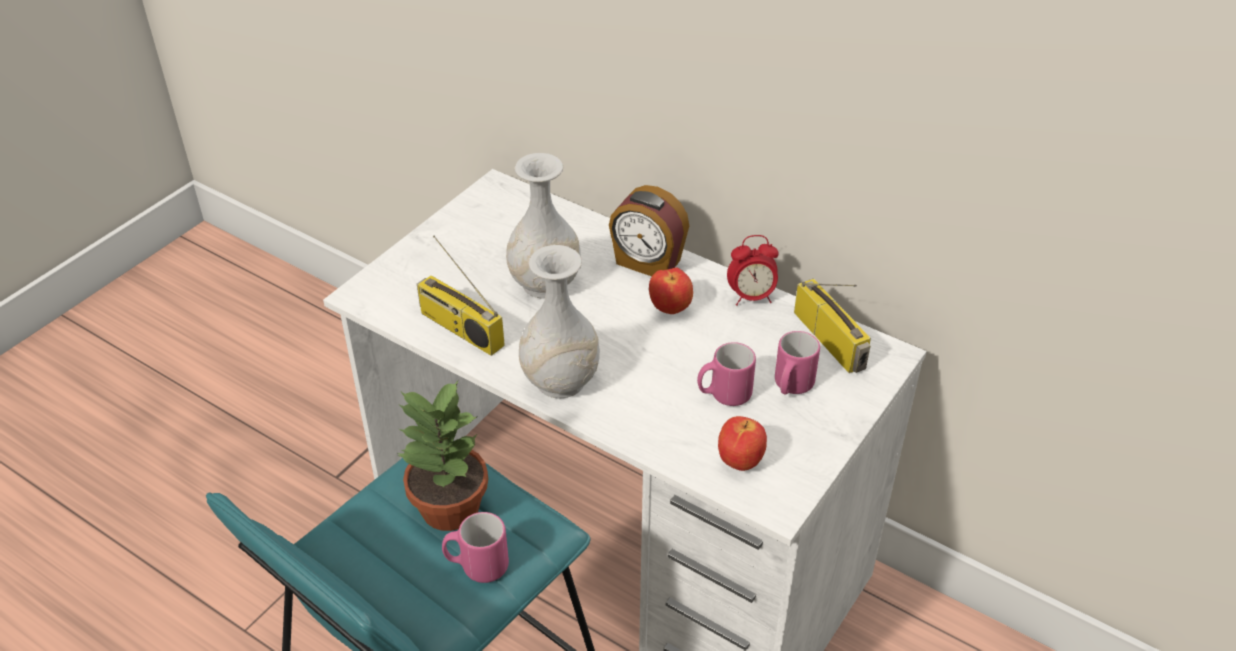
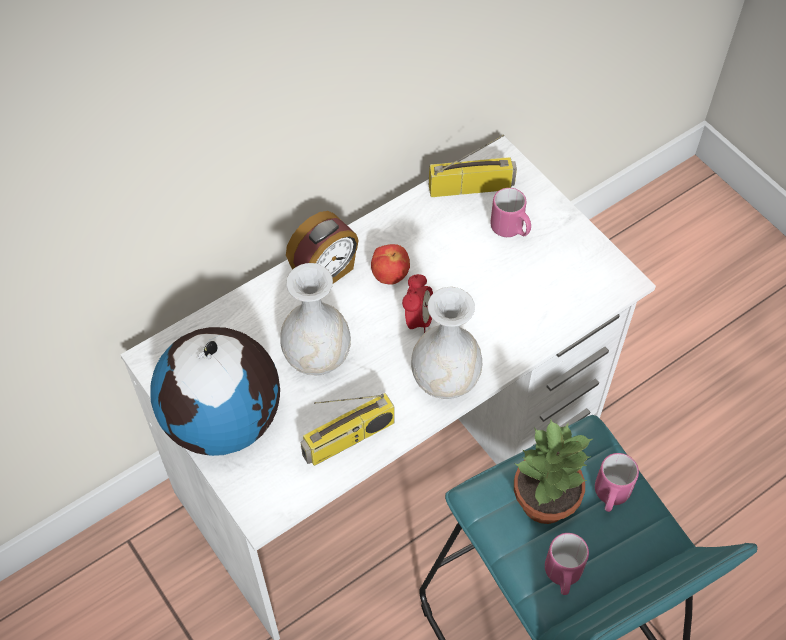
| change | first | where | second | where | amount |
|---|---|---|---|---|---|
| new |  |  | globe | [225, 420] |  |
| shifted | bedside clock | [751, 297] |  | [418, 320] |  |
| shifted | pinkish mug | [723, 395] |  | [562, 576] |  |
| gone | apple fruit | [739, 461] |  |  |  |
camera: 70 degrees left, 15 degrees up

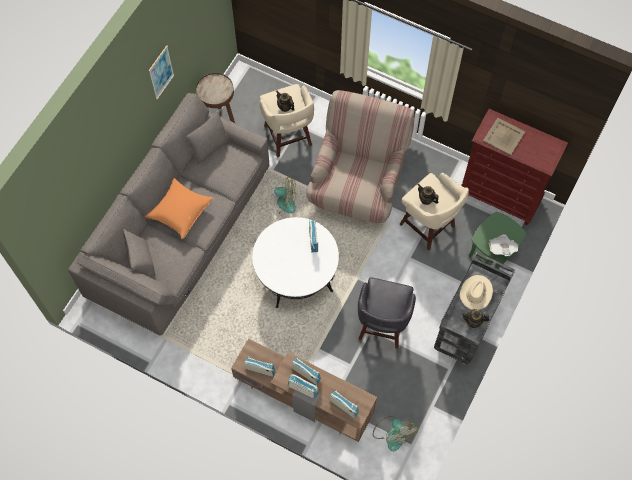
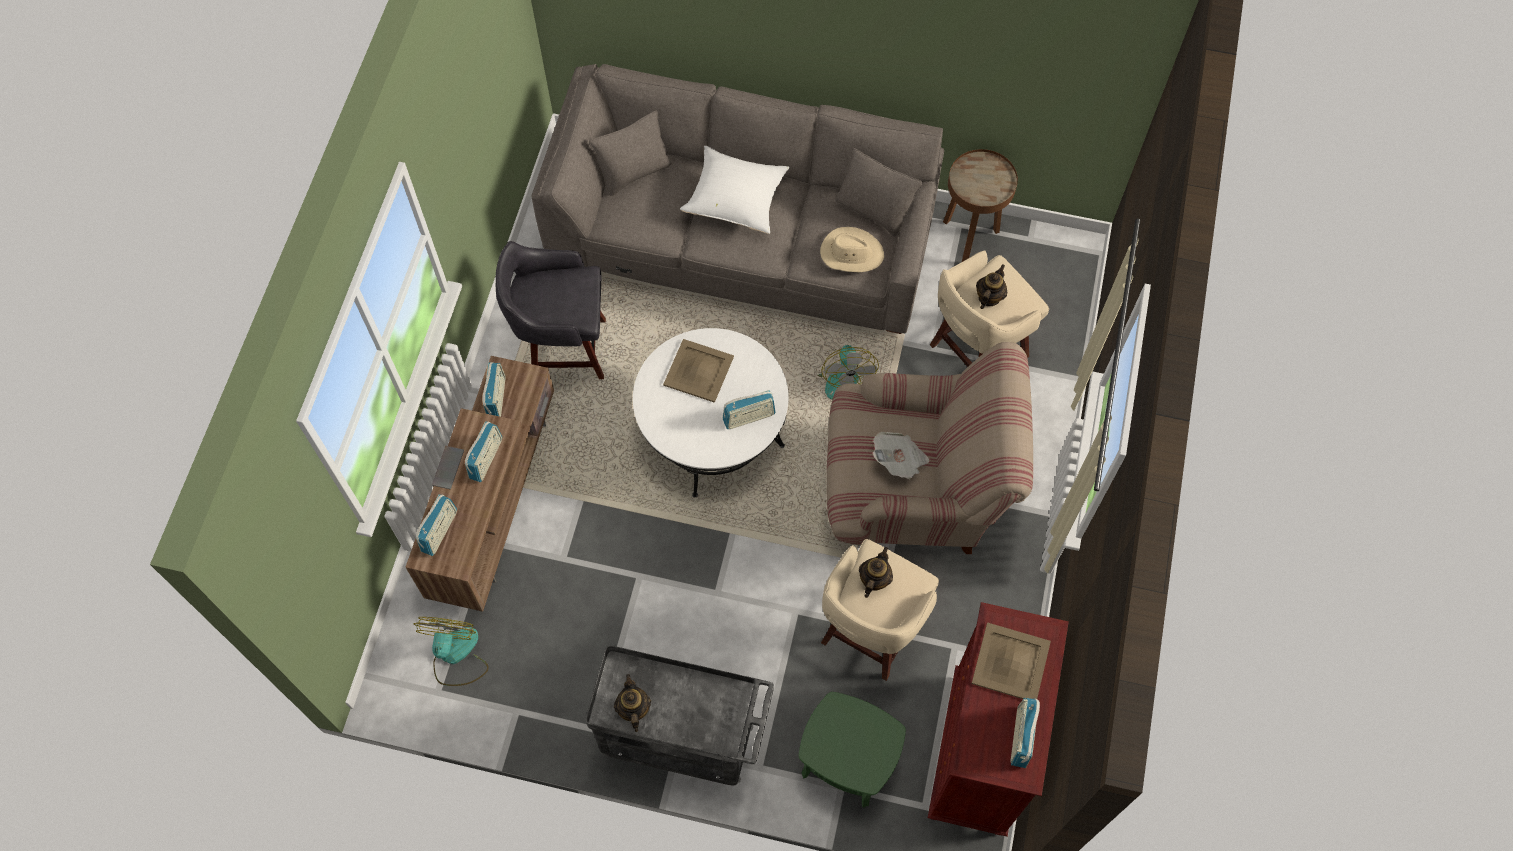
| change | first | where | second | where | amount |
|---|---|---|---|---|---|
| rotated | cooling fan | [393, 433] |  | [455, 655] | 135 degrees clockwise |
| shifted | greyish stool | [381, 327] |  | [564, 348] |  |
| new |  |  | beige-coloured serving tray | [698, 371] |  |
| repainted | orange cushion | [180, 212] | whitish cushion | [736, 199] |  |
| shifted | beige-coloured wearable hat | [476, 293] |  | [851, 253] |  |
| shifted | newspaper | [502, 248] |  | [899, 461] |  |
| shifted | radio receiver | [303, 389] |  | [1021, 737] |  |
| gone | picture | [161, 72] |  |  |  |
camera: 75 degrees right, 0 degrees up

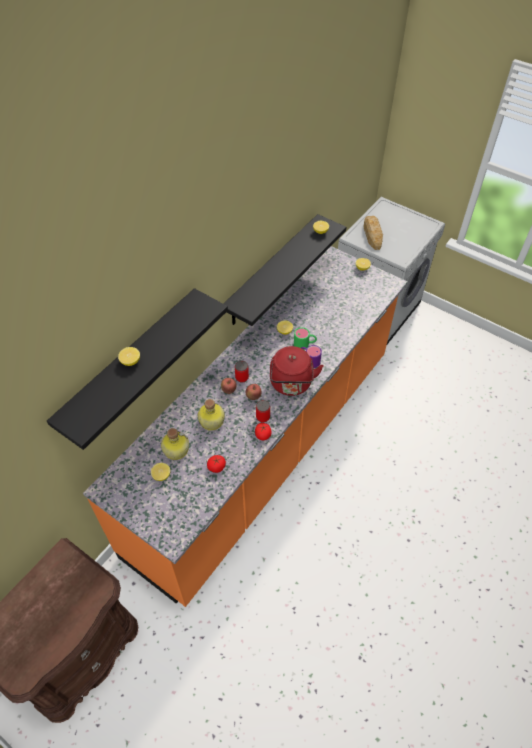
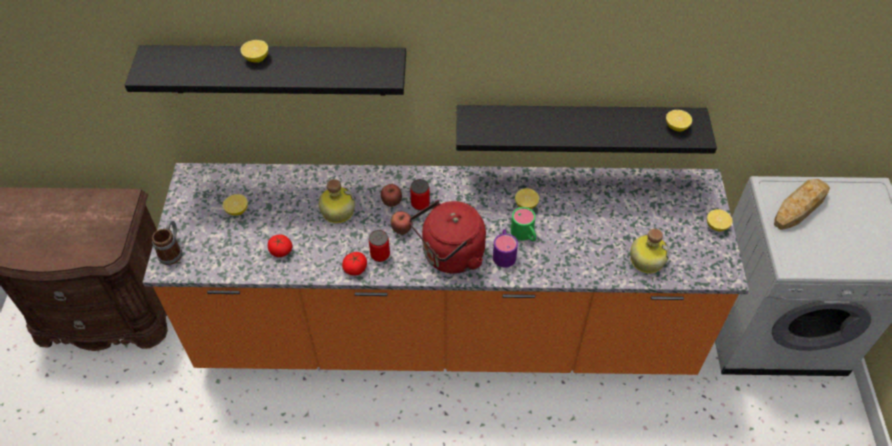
| change | first | where | second | where | amount |
|---|---|---|---|---|---|
| new |  |  | mug | [172, 251] |  |
| shifted | beverage bottle | [175, 450] |  | [645, 260] |  |
camera: 55 degrees right, 0 degrees up

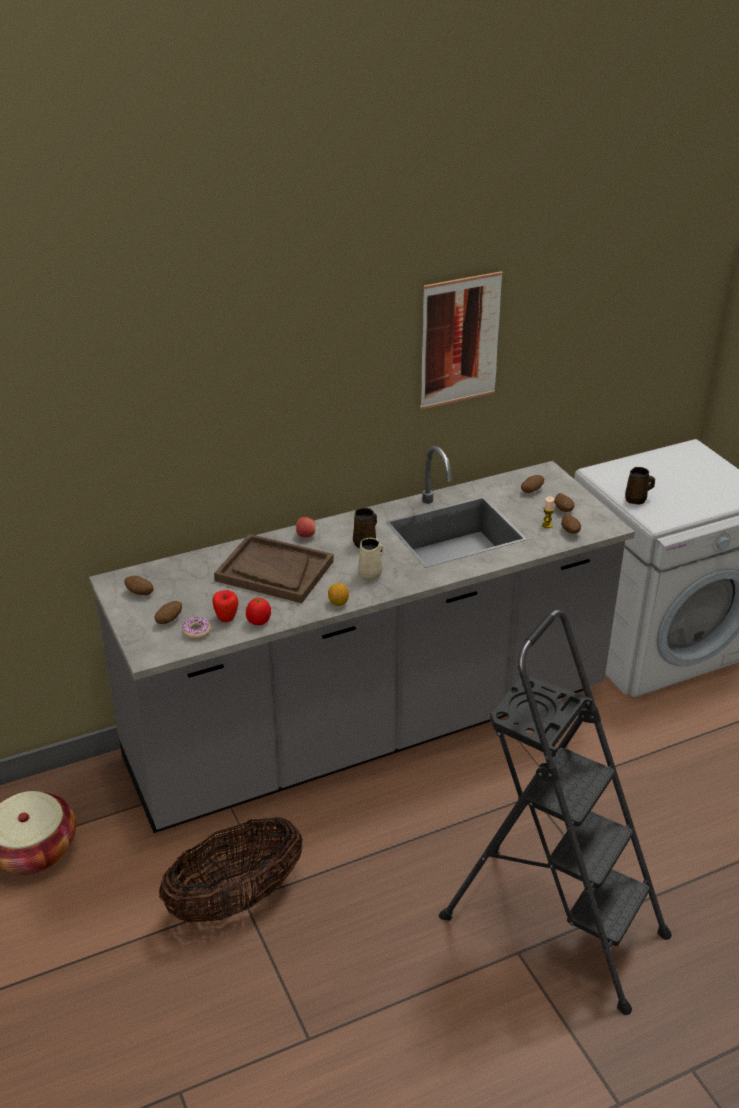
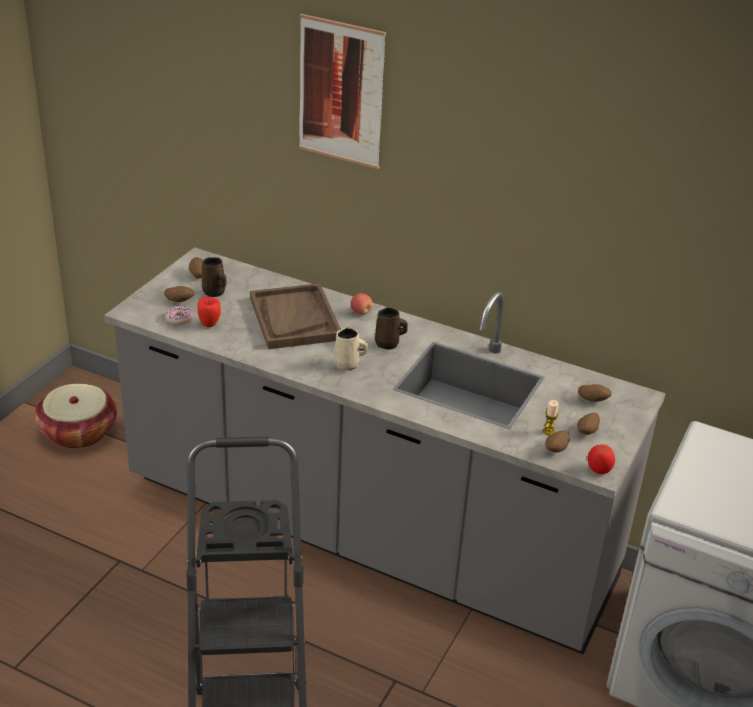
| change | first | where | second | where | amount |
|---|---|---|---|---|---|
| shifted | brown mug | [636, 500] |  | [214, 292] |  |
| shifted | picture | [460, 341] |  | [341, 92] |  |
| shifted | fresh tomato | [259, 622] |  | [598, 470] |  |
| gone | storage basket | [236, 900] |  |  |  |
| gone | lemon | [338, 603] |  |  |  |
camera: 50 degrees right, 0 degrees up

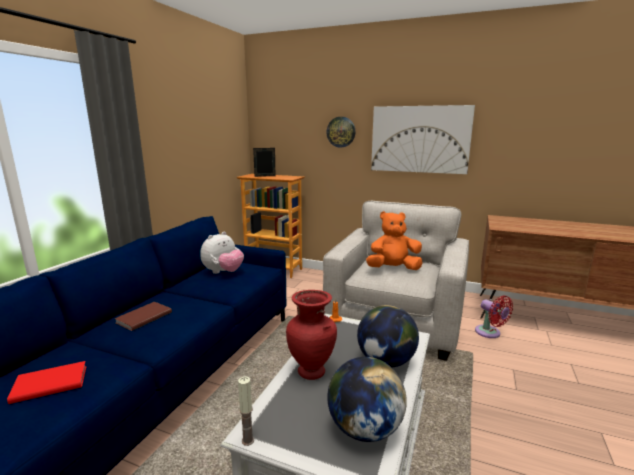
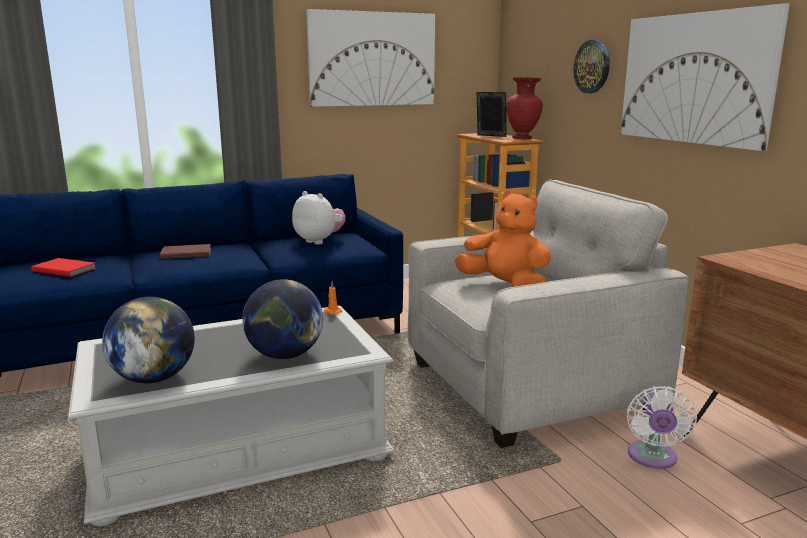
| change | first | where | second | where | amount |
|---|---|---|---|---|---|
| rotated | plush toy | [223, 272] |  | [319, 241] | 135 degrees counterclockwise |
| new |  |  | picture | [372, 59] |  |
| shifted | red flower vase | [312, 371] |  | [522, 139] |  |
| repainted | red cooling fan | [490, 333] | whitish cooling fan | [652, 458] |  |
| gone | wax light | [248, 440] |  |  |  |
camera: 45 degrees right, 0 degrees up

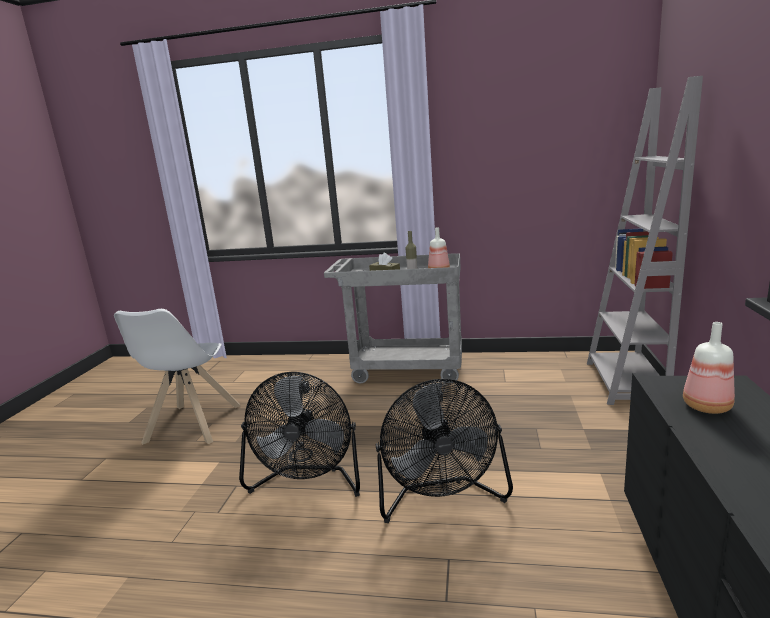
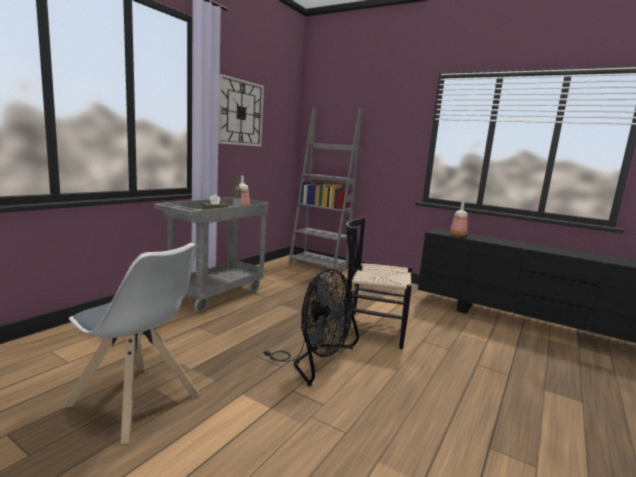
| change | first | where | second | where | amount |
|---|---|---|---|---|---|
| new |  |  | wall clock | [240, 113] |  |
| swapped | black cooling fan | [435, 496] | black chair | [371, 329] |  |
camera: 70 degrees left, 5 degrees down

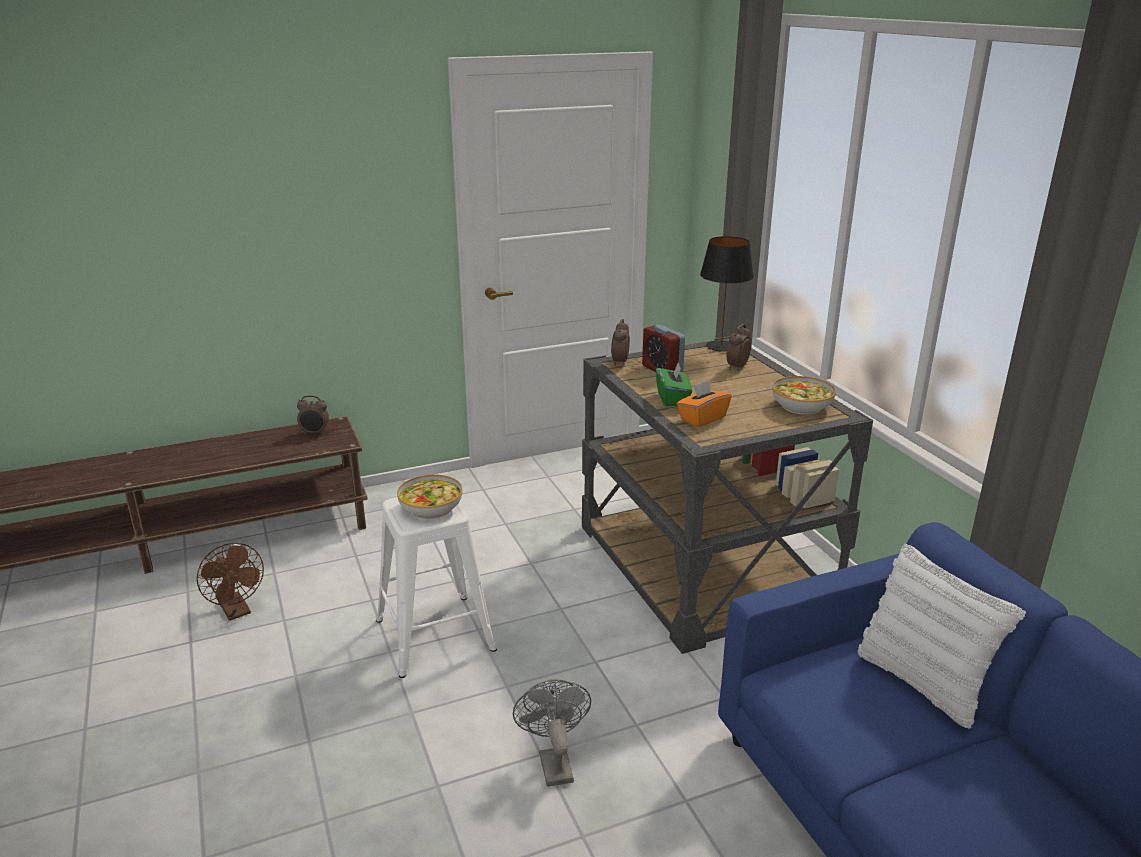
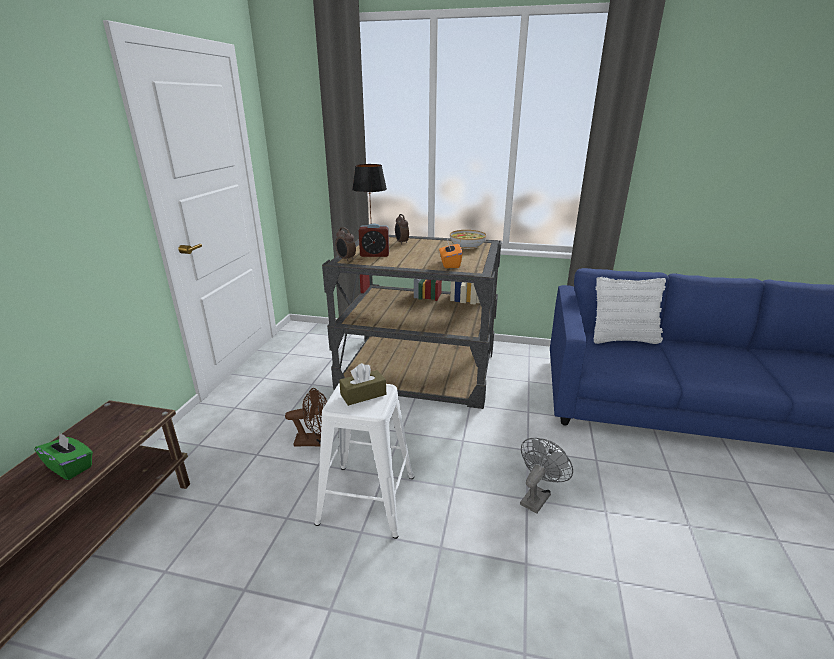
| change | first | where | second | where | amount |
|---|---|---|---|---|---|
| shifted | green-coloured box of tissues | [673, 398] |  | [70, 467] |  |
| shifted | brown cooling fan | [237, 611] |  | [314, 441] |  |
| swapped | bowl | [430, 507] | brown box of tissues | [363, 394] |  |
| rotated | greyish cooling fan | [553, 762] |  | [537, 496] | 105 degrees clockwise |
| gone | bedside clock | [315, 433] |  |  |  |
camera: 55 degrees left, 0 degrees up

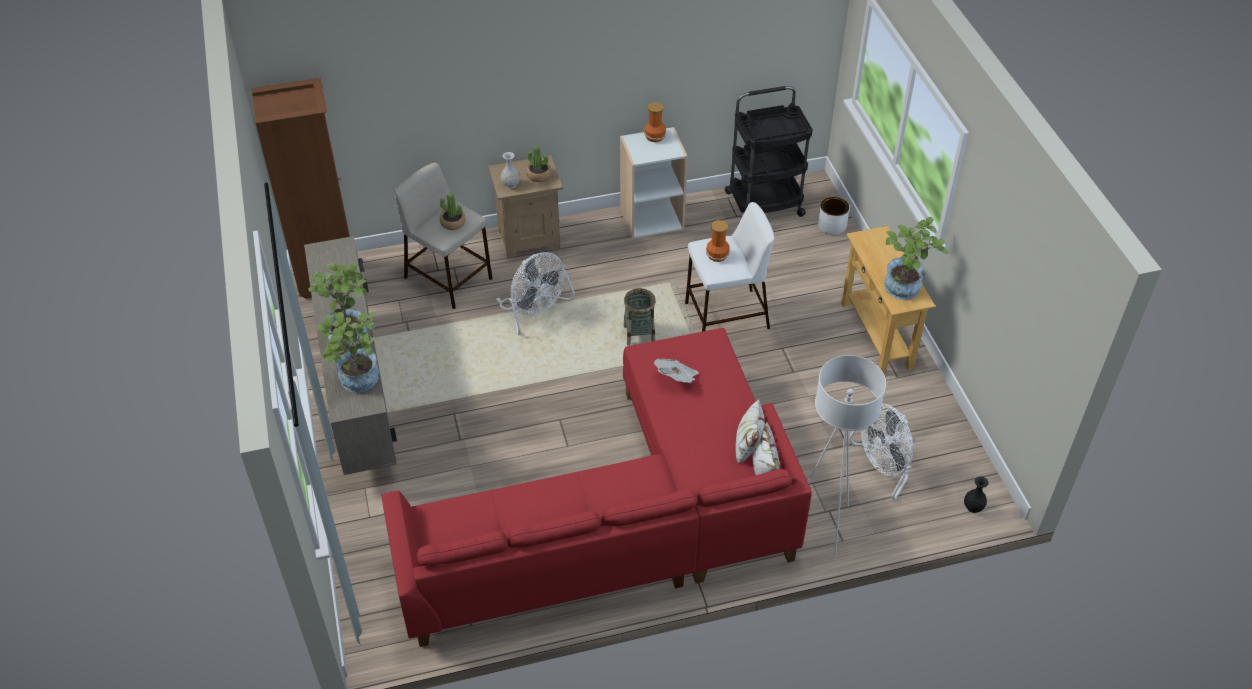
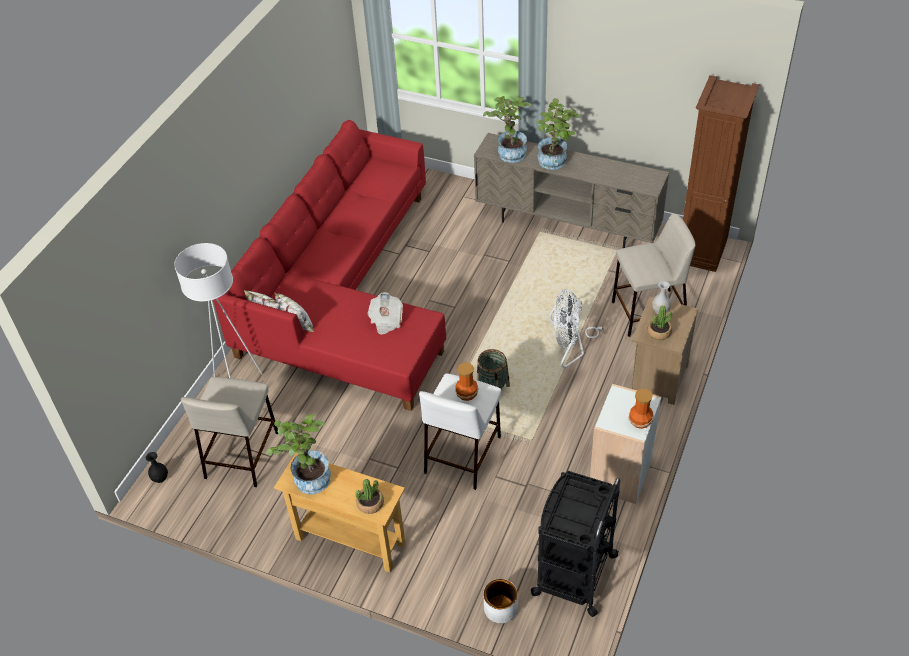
| change | first | where | second | where | amount |
|---|---|---|---|---|---|
| swapped | whitish cooling fan | [885, 464] | beige-coloured stool | [242, 454] |  |
| shifted | plant in a pot | [453, 223] |  | [370, 503] |  |
camera: 130 degrees right, 0 degrees up

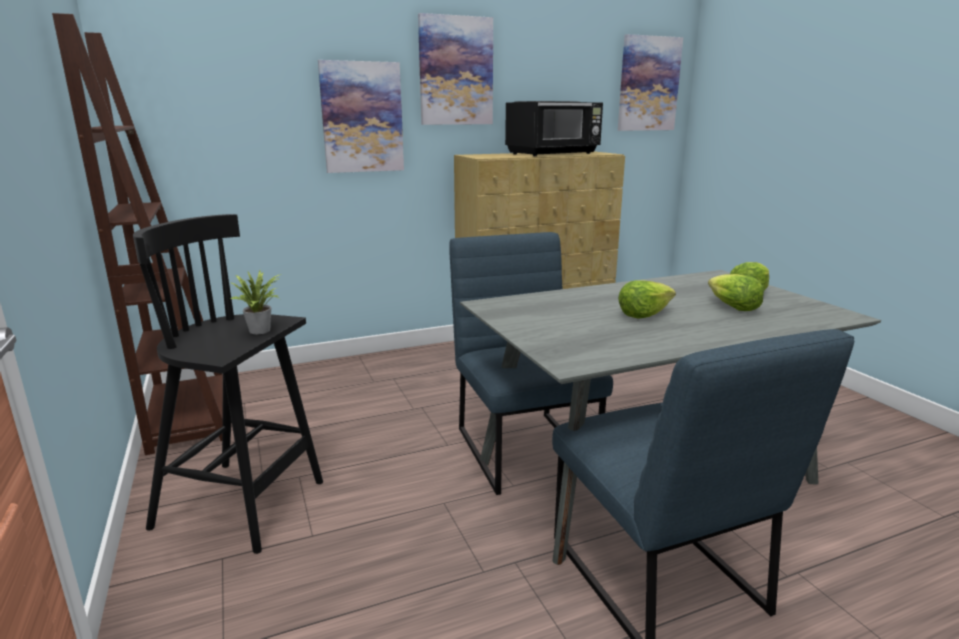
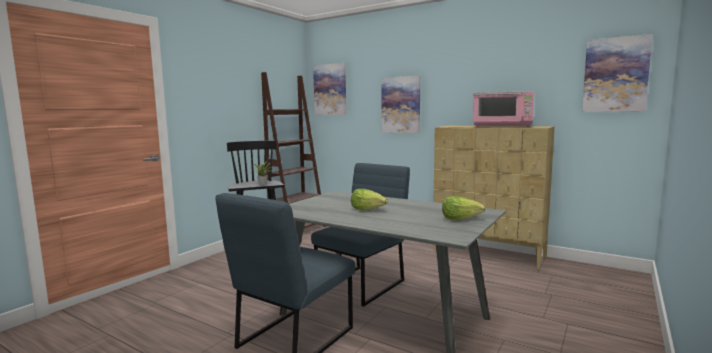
| change | first | where | second | where | amount |
|---|---|---|---|---|---|
| shifted | picture | [455, 71] |  | [330, 89] |  |
| repainted | black microwave | [554, 154] | pinkish microwave | [503, 126] |  |
| gone | lettuce | [731, 307] |  |  |  |
camera: 55 degrees right, 10 degrees down

